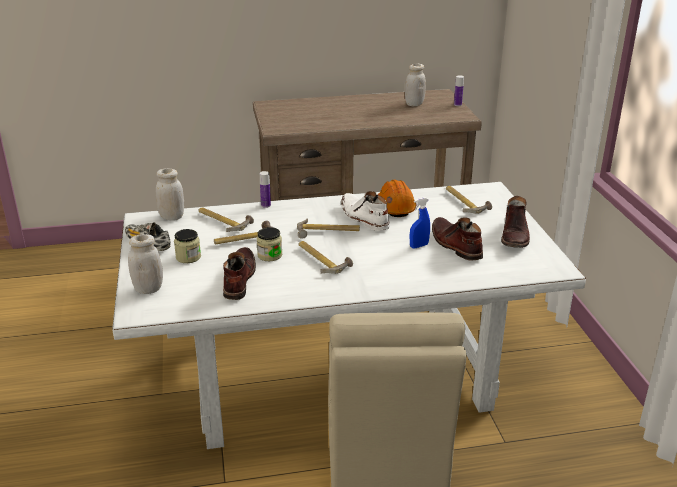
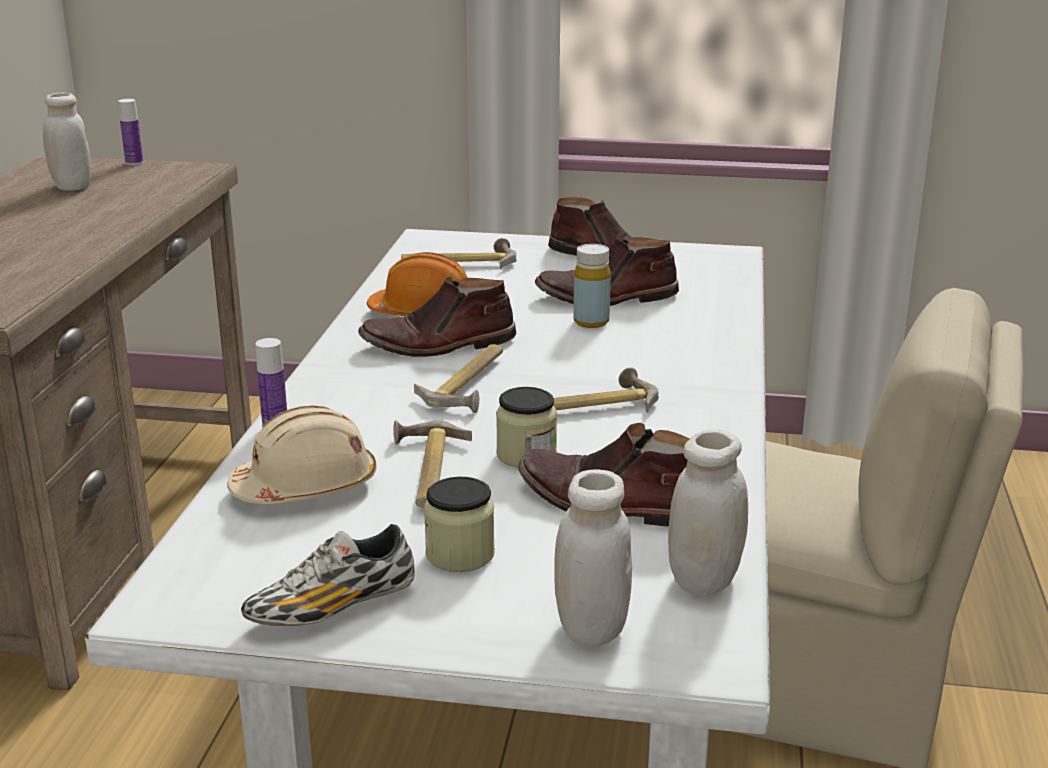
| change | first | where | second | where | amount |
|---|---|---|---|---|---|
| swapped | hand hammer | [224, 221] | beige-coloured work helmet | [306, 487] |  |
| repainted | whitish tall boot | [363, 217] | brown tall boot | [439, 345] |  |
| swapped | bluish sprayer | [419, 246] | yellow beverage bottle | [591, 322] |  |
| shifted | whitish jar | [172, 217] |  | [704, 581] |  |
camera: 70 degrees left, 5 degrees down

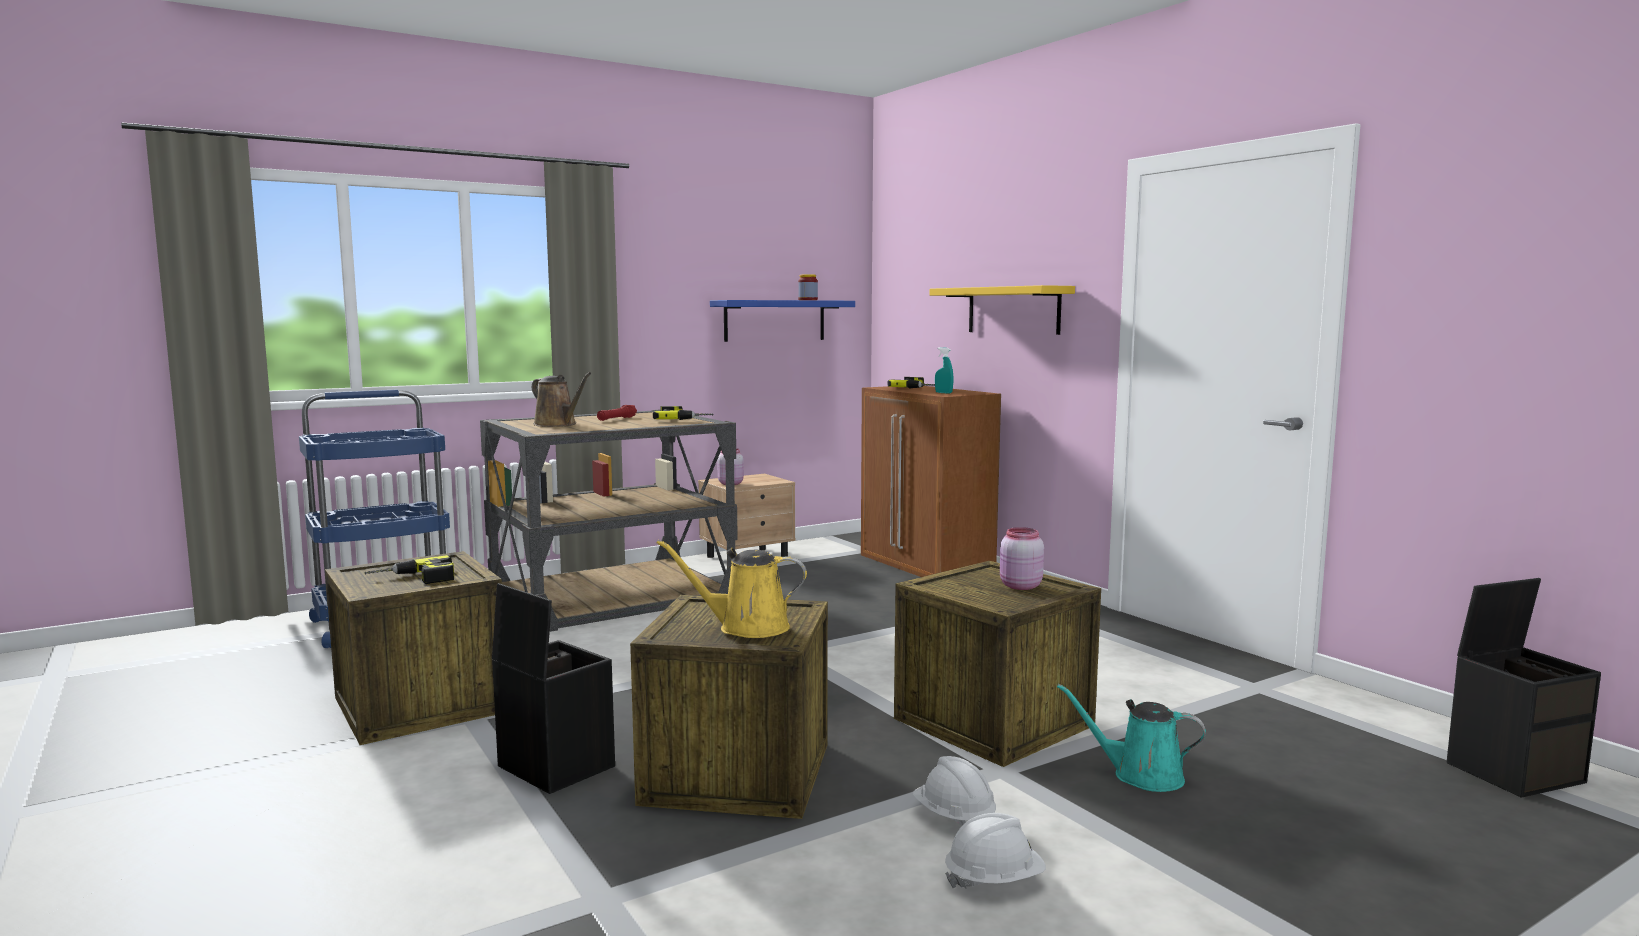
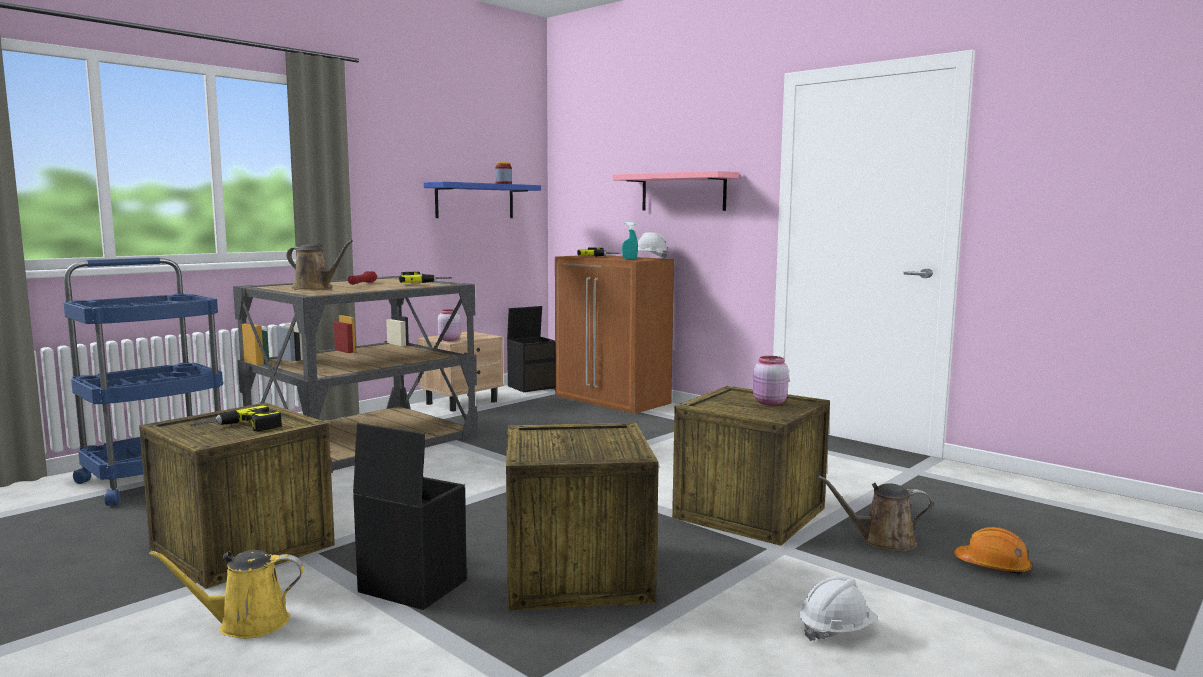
| change | first | where | second | where | amount |
|---|---|---|---|---|---|
| shifted | yellow watering can | [746, 628] |  | [246, 623] |  |
| shifted | black storage bin | [1514, 771] |  | [532, 386] |  |
| repainted | yellow bracket shelf | [1013, 310] | pinkish bracket shelf | [683, 192] |  |
| shifted | whitish work helmet | [954, 817] |  | [649, 258] |  |
| repainted | blue-green watering can | [1140, 776] | brown watering can | [882, 541] |  |
| new |  |  | orange work helmet | [993, 566] |  |
camera: 15 degrees left, 0 degrees up

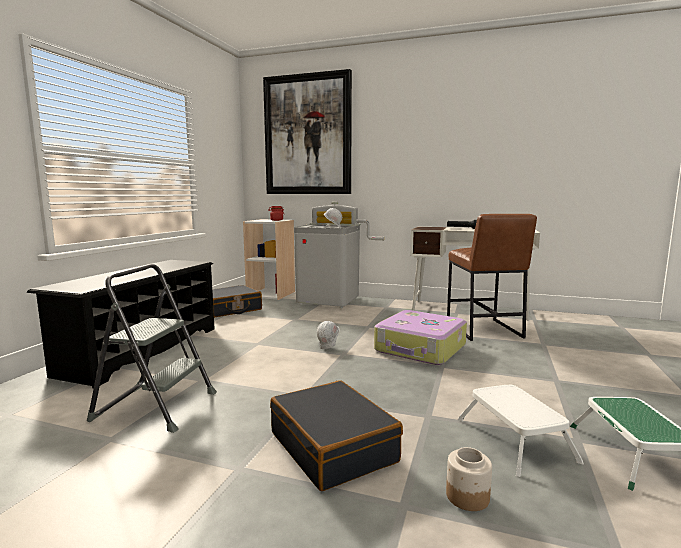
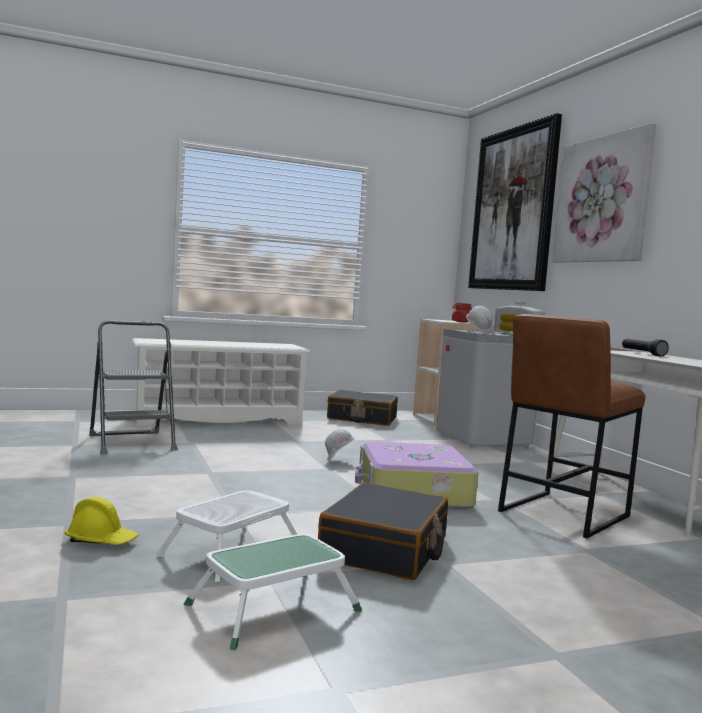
| change | first | where | second | where | amount |
|---|---|---|---|---|---|
| swapped | jar | [467, 496] | yellow work helmet | [101, 541] |  |
| repainted | black shoe shelf | [142, 350] | whitish shoe shelf | [218, 419] |  |
| shifted | black suitcase | [333, 447] |  | [385, 549] |  |
| new |  |  | picture | [602, 199] |  |
camera: 50 degrees right, 5 degrees down

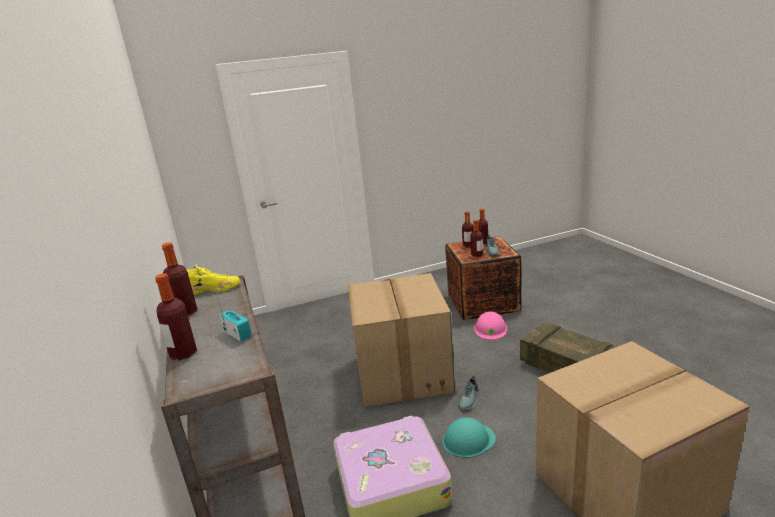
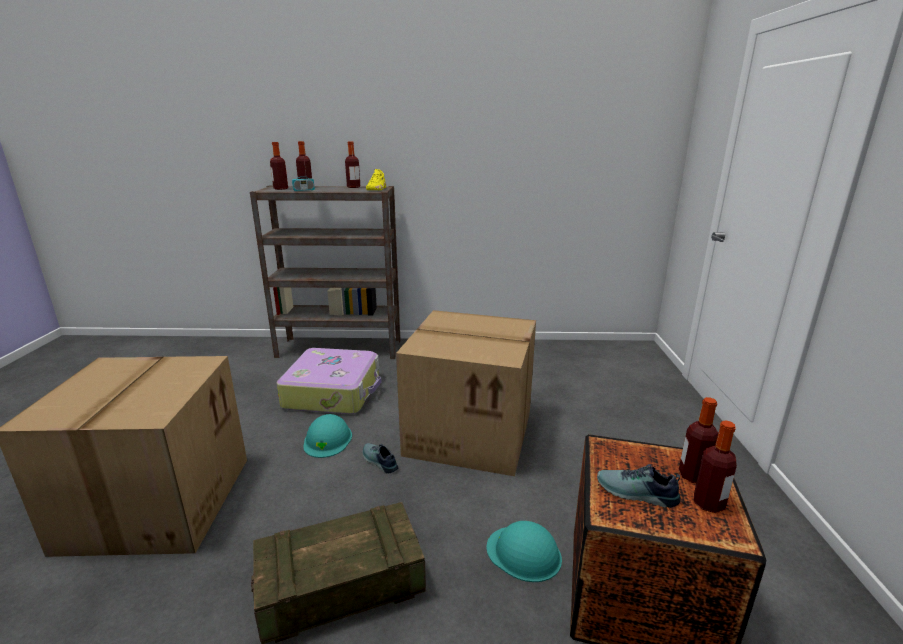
| change | first | where | second | where | amount |
|---|---|---|---|---|---|
| shifted | beverage bottle | [477, 255] |  | [280, 189] |  |
| repainted | pinkish work helmet | [490, 329] | blue-green work helmet | [524, 553] |  |
camera: 110 degrees right, 0 degrees up

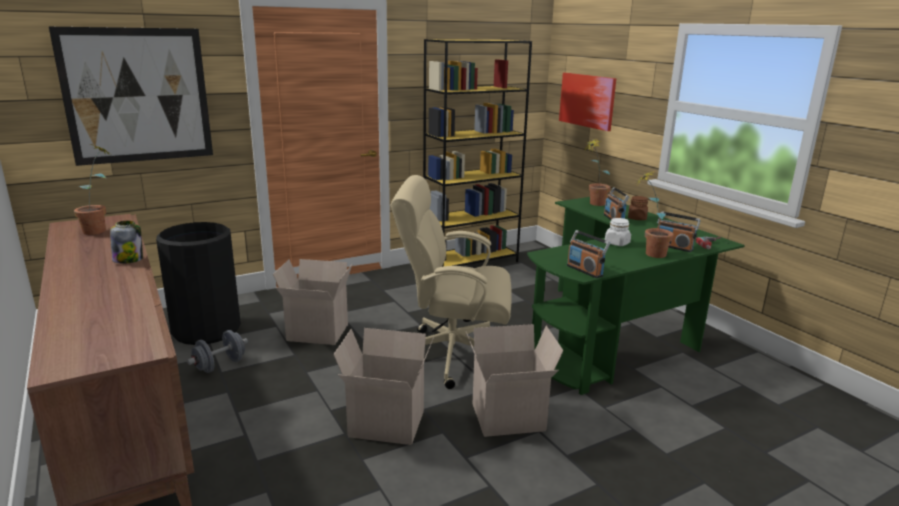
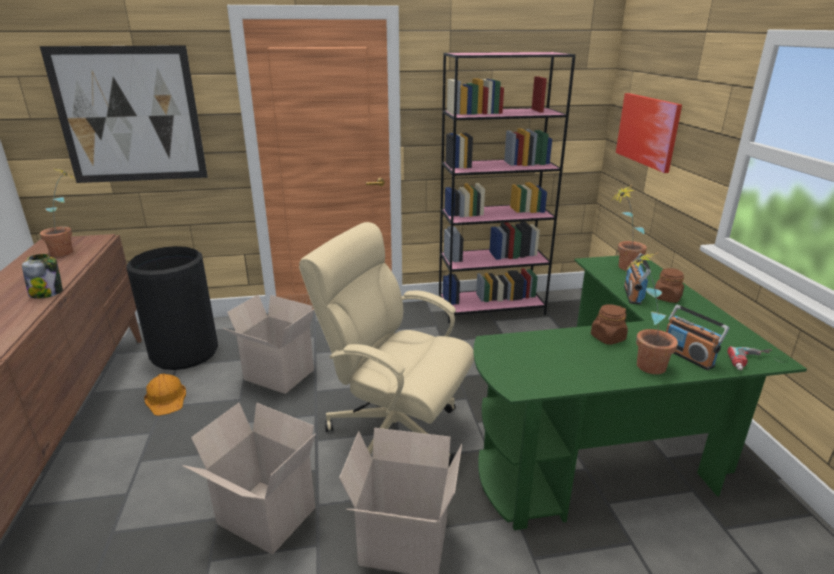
| change | first | where | second | where | amount |
|---|---|---|---|---|---|
| swapped | greyish free weight | [220, 365] | orange work helmet | [166, 398] |  |
| repainted | yellow bookshelf | [471, 262] | pinkish bookshelf | [491, 308] |  |
| repainted | whitish jar | [617, 243] | brown jar | [607, 338] |  |
| gone | radio receiver | [585, 270] |  |  |  |
camera: 20 degrees right, 5 degrees up

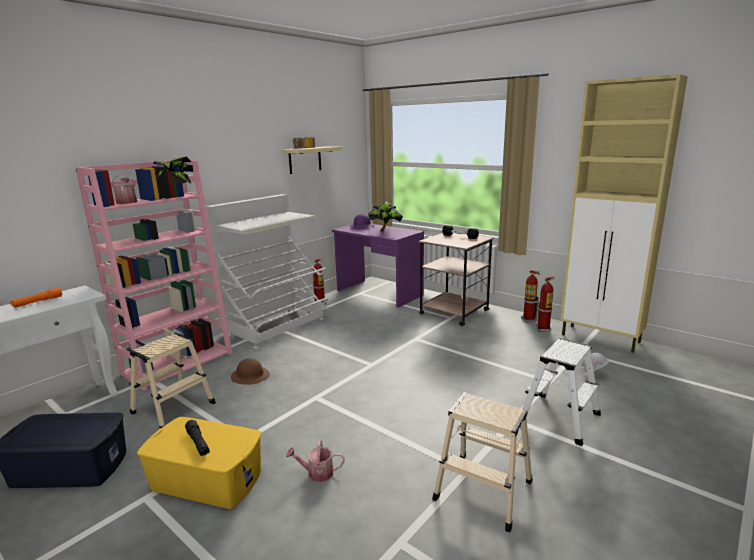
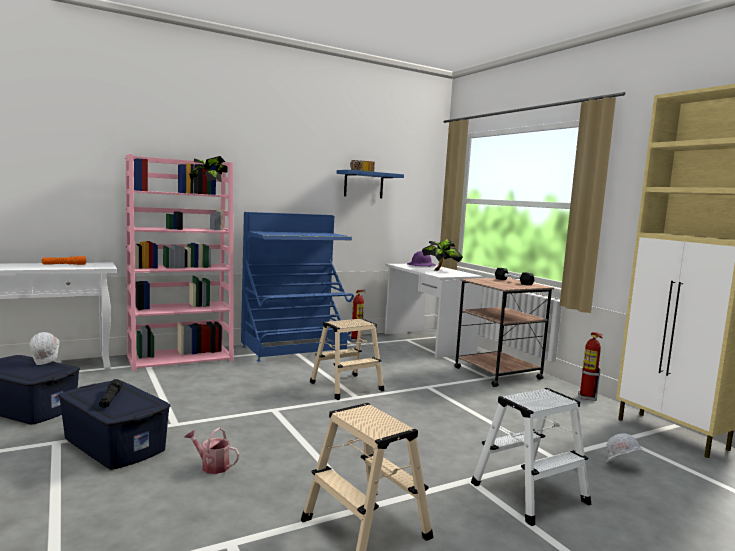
| change | first | where | second | where | amount |
|---|---|---|---|---|---|
| new |  |  | whitish work helmet | [46, 361] |  |
| repainted | yellow storage bin | [207, 480] | bluish storage bin | [114, 444] |  |
| repainted | whitish shoe shelf | [278, 327] | bluish shoe shelf | [296, 350] |  |
| shifted | beige-coloured step ladder | [173, 407] |  | [346, 386] |  |
| repainted | beige-coloured bracket shelf | [305, 160] | bluish bracket shelf | [363, 184] |  |
| repainted | purple desk table | [378, 293] | whitish desk table | [427, 343] |  |
| gone | watering can | [127, 202] |  |  |  |
| gone | brown work helmet | [250, 376] |  |  |  |
| gone | extinguisher | [543, 329] |  |  |  |
camera: 20 degrees right, 10 degrees down

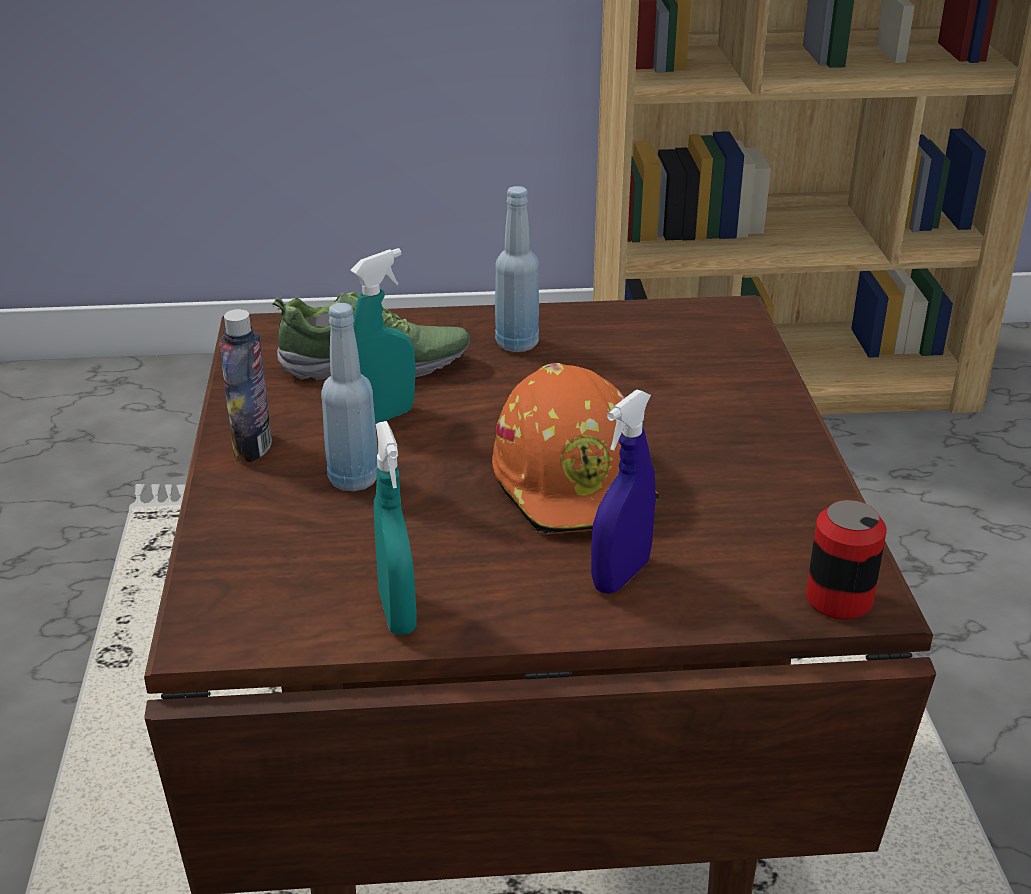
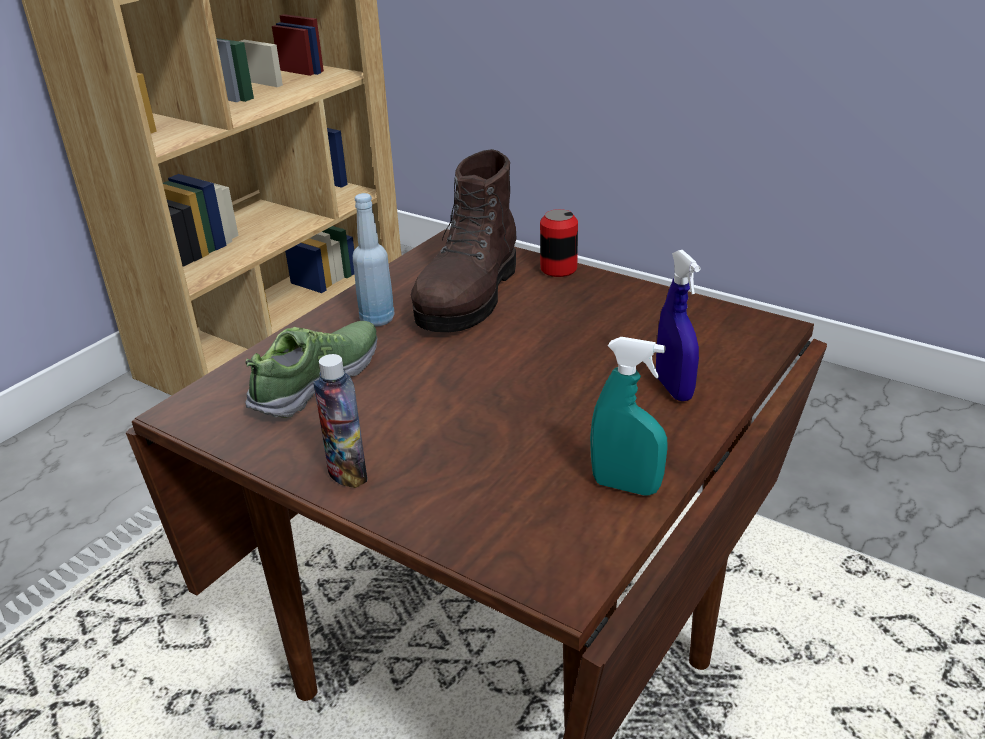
| change | first | where | second | where | amount |
|---|---|---|---|---|---|
| new |  |  | brown tall boot | [469, 297] |  |
| shifted | sealed can | [839, 600] |  | [558, 269] |  |
| gone | bluish beverage bottle | [353, 480] |  |  |  |
| gone | blue-green sprayer | [383, 417] |  |  |  |
| gone | orange work helmet | [577, 481] |  |  |  |
camera: 50 degrees left, 0 degrees up

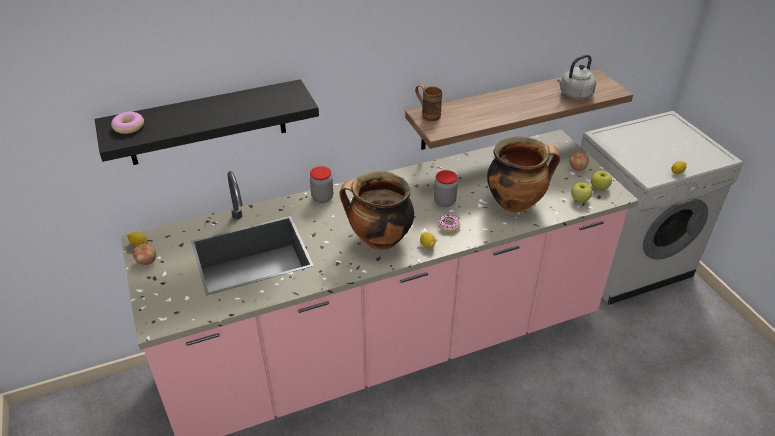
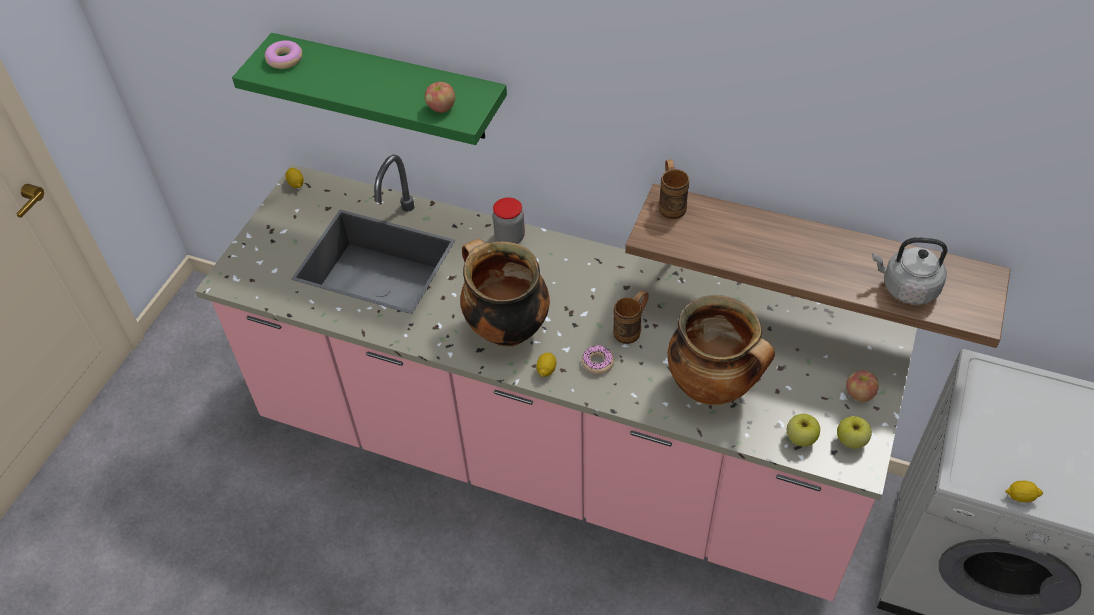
| change | first | where | second | where | amount |
|---|---|---|---|---|---|
| repainted | black bracket shelf | [207, 123] | green-coloured bracket shelf | [390, 87] |  |
| shifted | apple fruit | [147, 261] |  | [441, 108] |  |
| swapped | jar | [444, 201] | brown mug | [631, 329] |  |
camera: 45 degrees right, 10 degrees up

